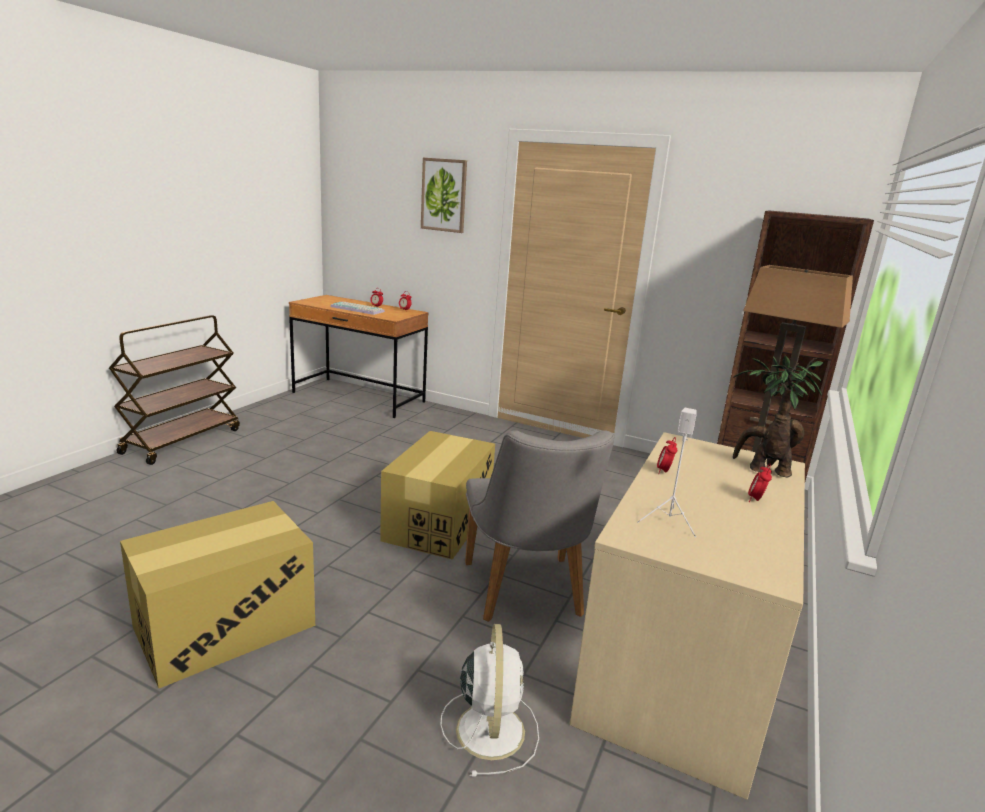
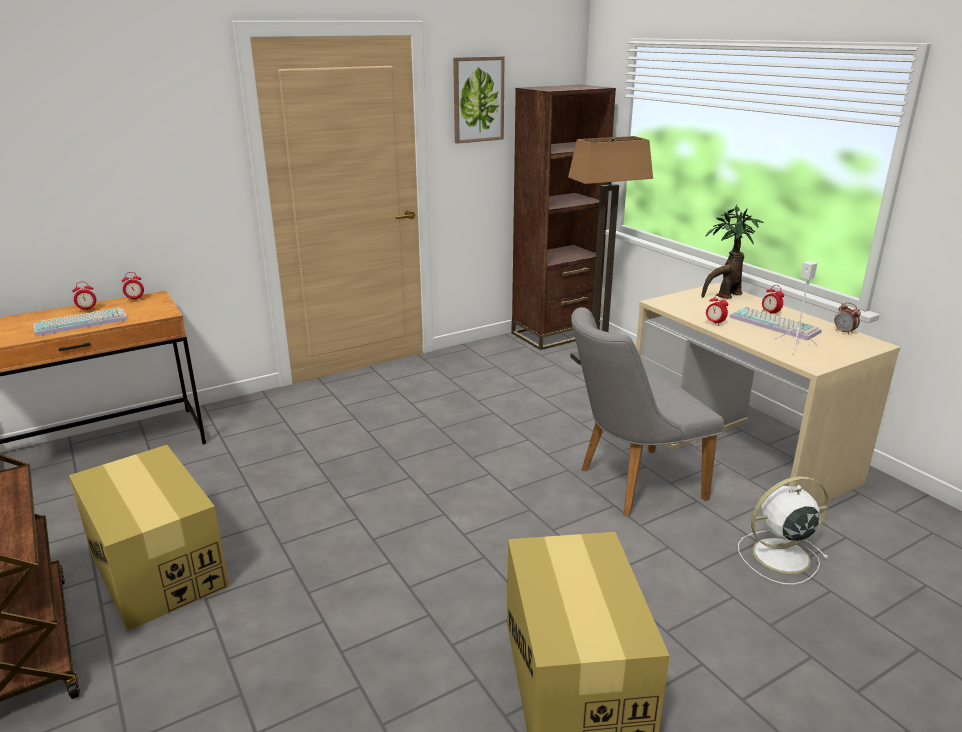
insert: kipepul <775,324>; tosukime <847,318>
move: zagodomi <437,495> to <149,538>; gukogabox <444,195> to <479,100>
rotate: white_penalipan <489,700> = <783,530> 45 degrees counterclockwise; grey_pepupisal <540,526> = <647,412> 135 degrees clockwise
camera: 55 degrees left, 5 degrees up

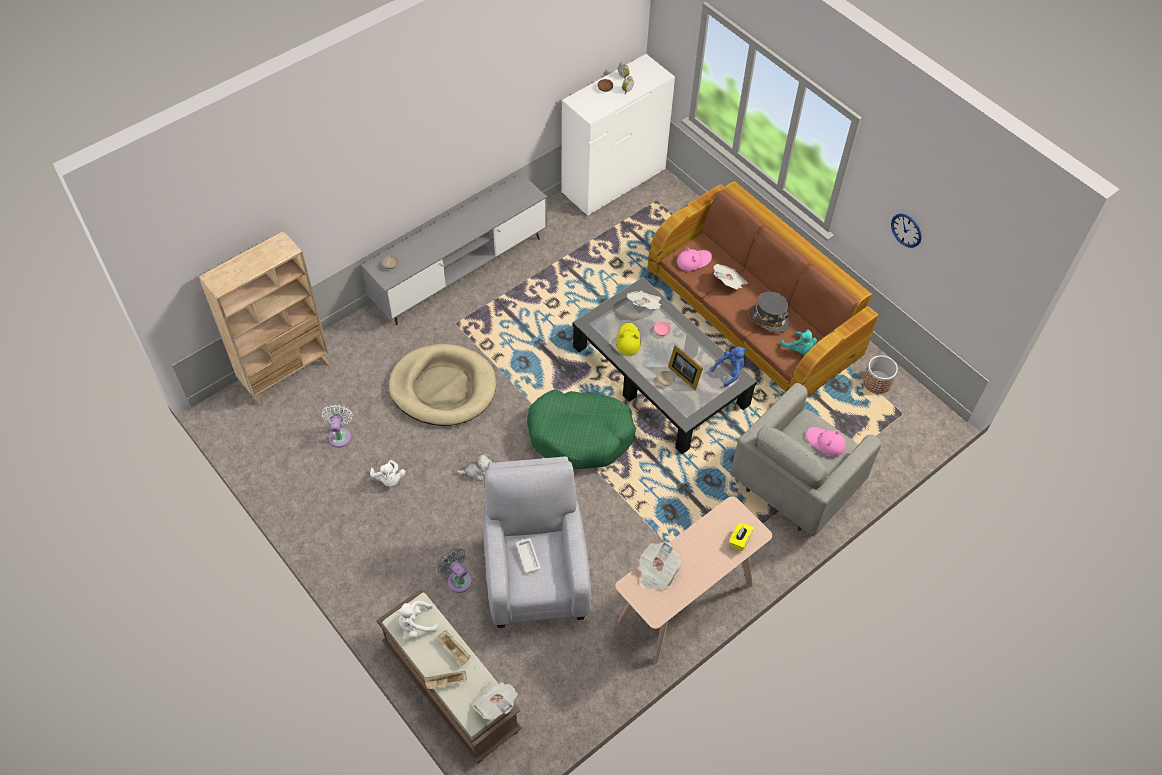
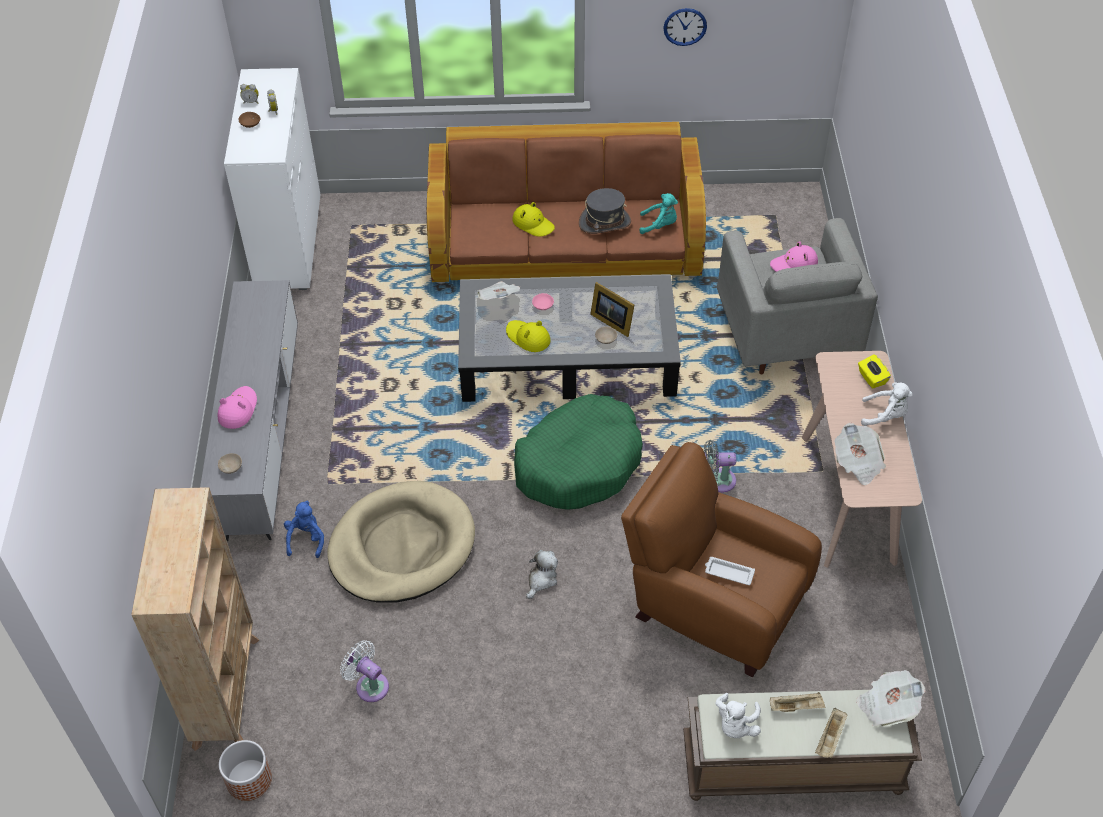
move: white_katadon <388,473> to <887,404>; grey_penalipan <454,570> to <720,466>; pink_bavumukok <694,259> to <237,407>; blue_katadon <729,366> to <304,529>; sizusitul <880,374> to <245,770>
replace: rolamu <730,277> to yellow_bavumukok <533,219>
recolor: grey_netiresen <537,542> to brown_netiresen <721,559>
rotate: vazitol <685,367> = <612,309> 45 degrees clockwise
camera: 50 degrees left, 5 degrees down

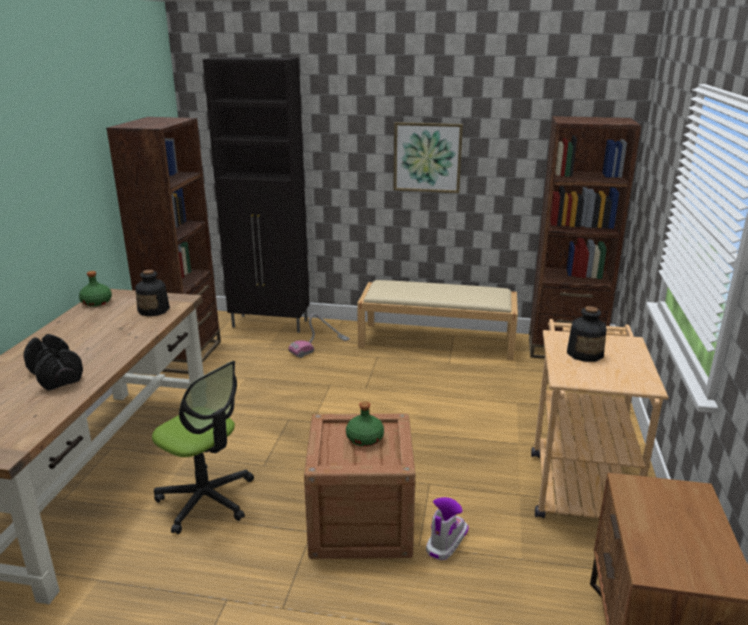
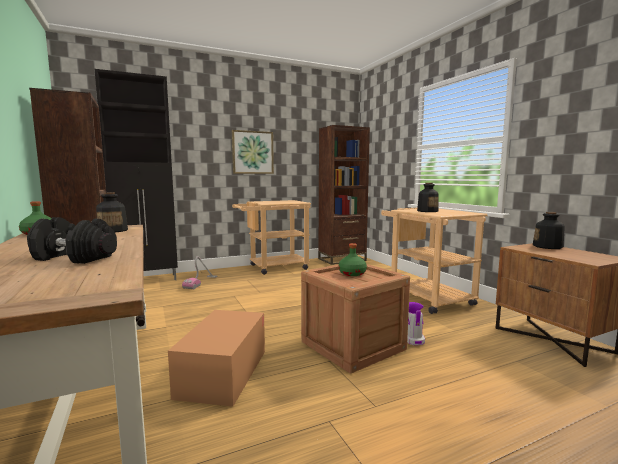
insert: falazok <549,230>
replace: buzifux <203,447> to zagodomi <216,358>; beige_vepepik <437,320> to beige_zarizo <271,237>
camera: 35 degrees left, 15 degrees down

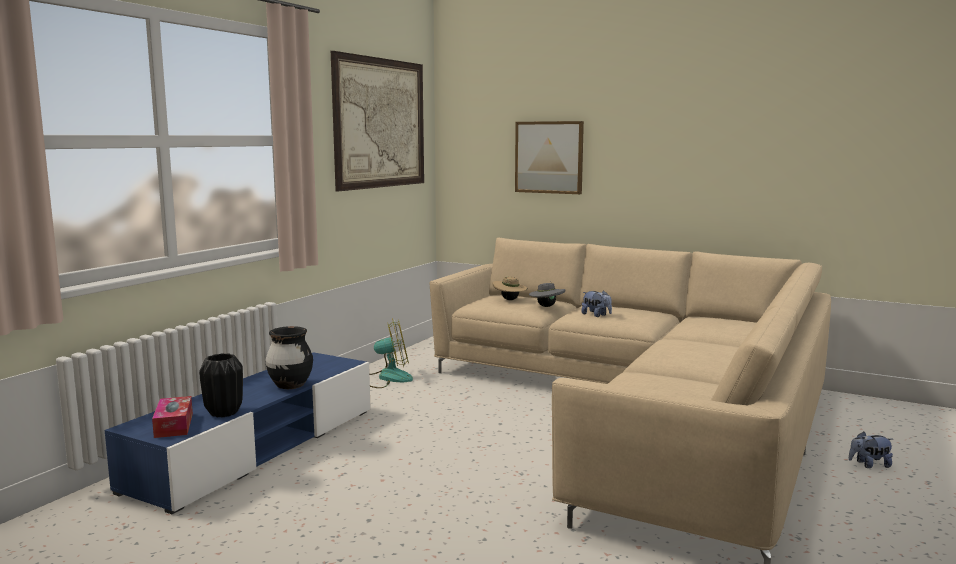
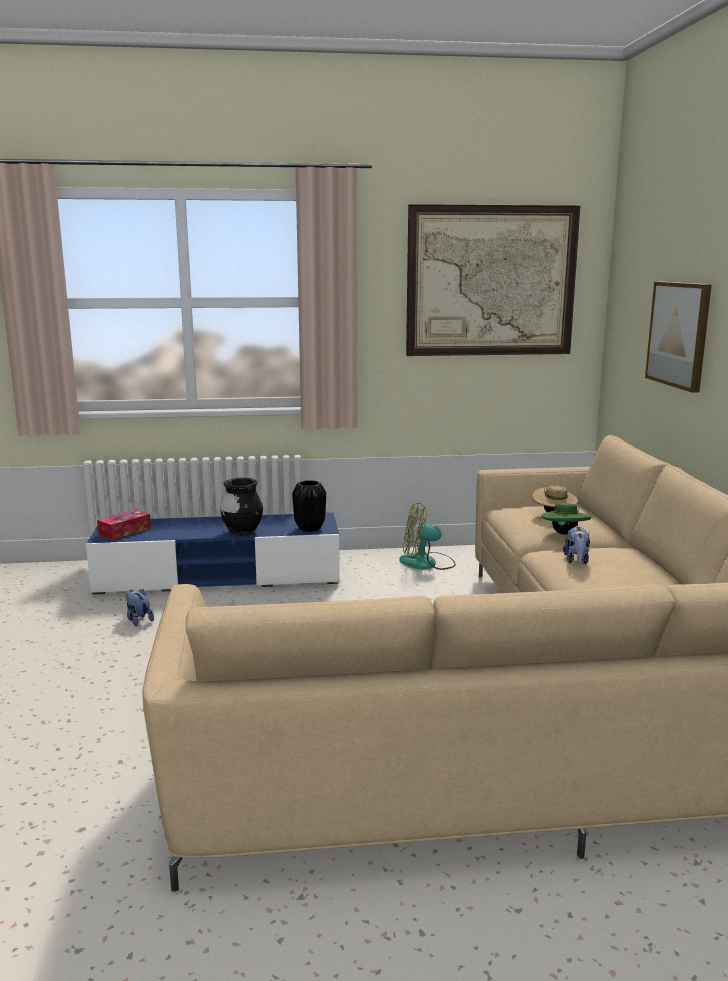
move: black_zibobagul <221,385> to <309,506>; katadon <871,450> to <140,607>
recolor: grey_bavumukok <547,294> to green_bavumukok <566,519>
rotate: penalipan <391,353> = <427,536> 135 degrees clockwise
camera: 55 degrees right, 5 degrees up

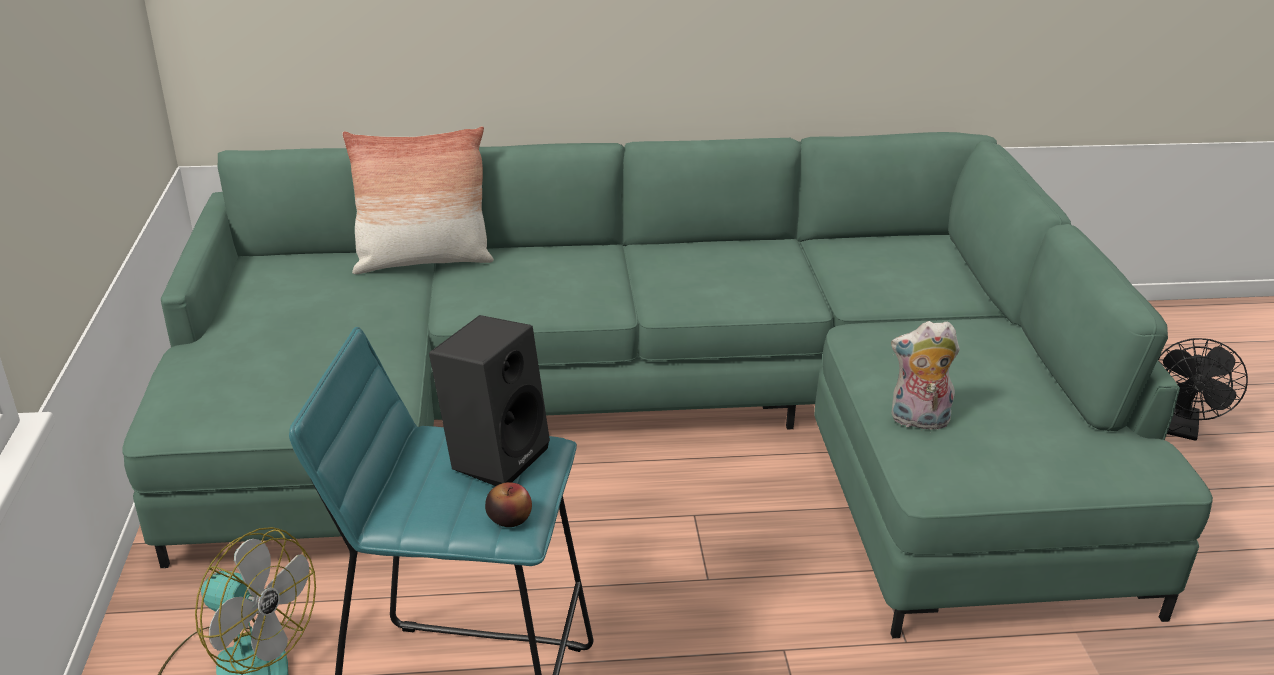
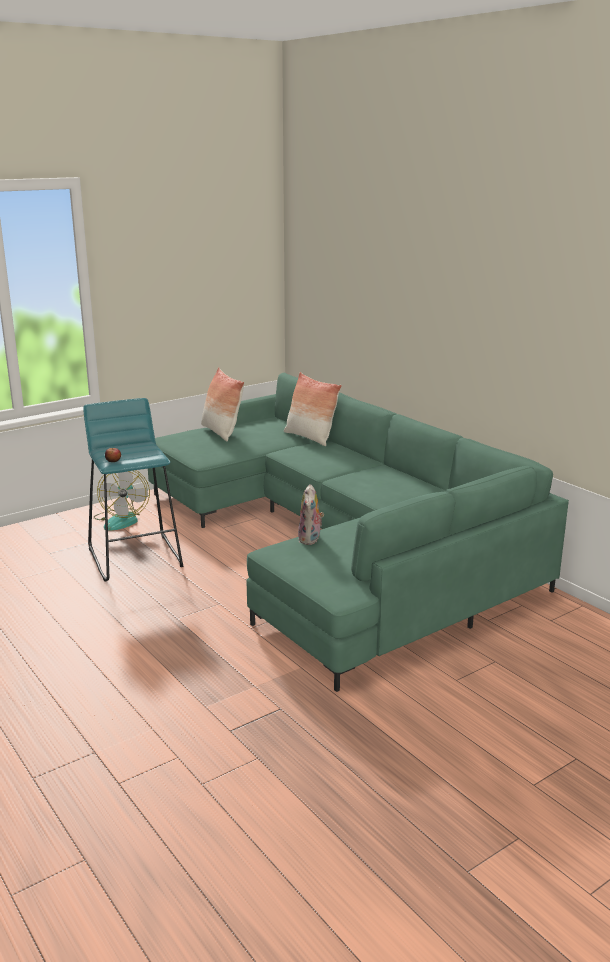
delete: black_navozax <489,400>; black_penalipan <1203,389>
insert: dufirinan <222,404>
rotate: katadon <925,375> = <311,514> 150 degrees counterclockwise
camera: 60 degrees right, 10 degrees down

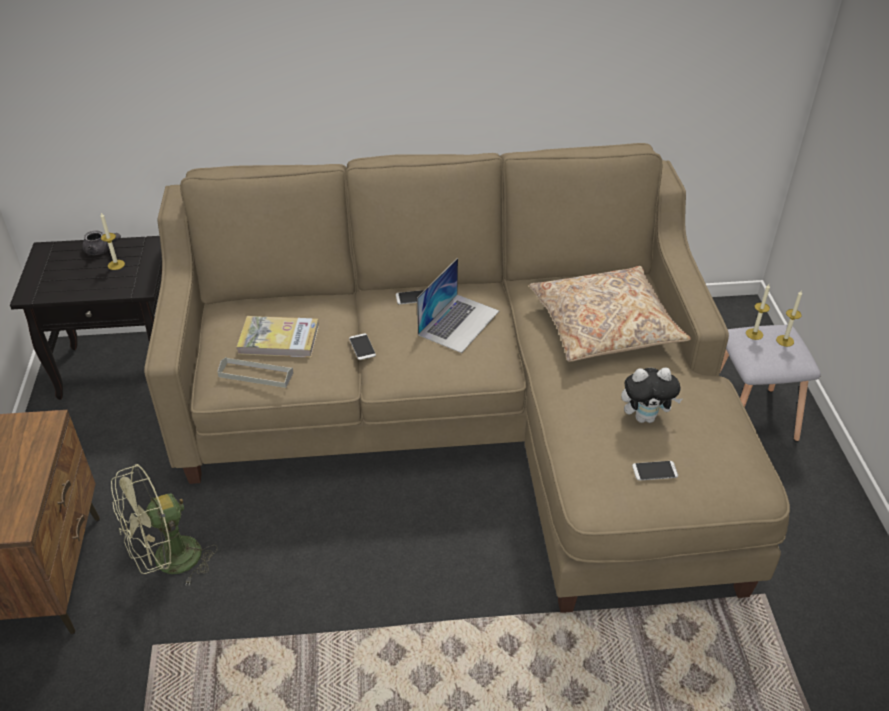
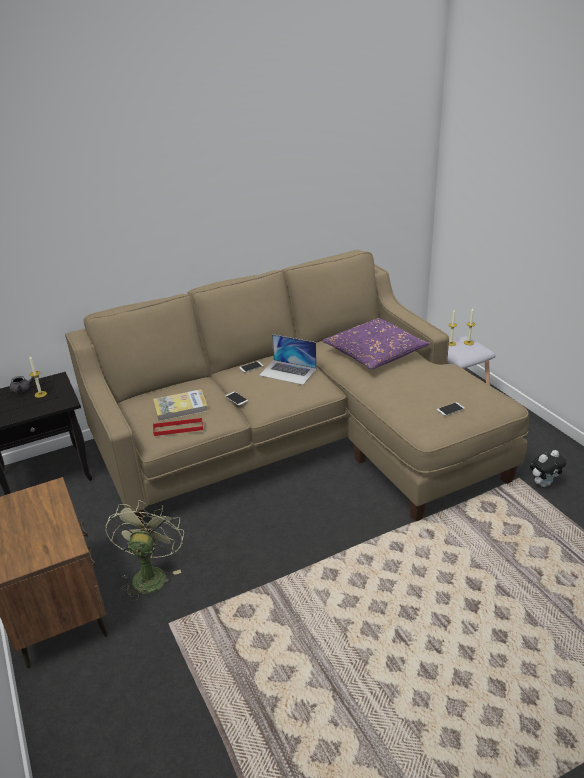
move: katadon <651,395> to <548,468>
recolor: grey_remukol <255,372> to red_remukol <178,426>; beige_dufirinan <610,314> to purple_dufirinan <376,344>
rotate: green_penalipan <164,524> = <144,551> 150 degrees clockwise; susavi <458,305> = <288,359> 105 degrees clockwise
camera: 20 degrees left, 10 degrees down

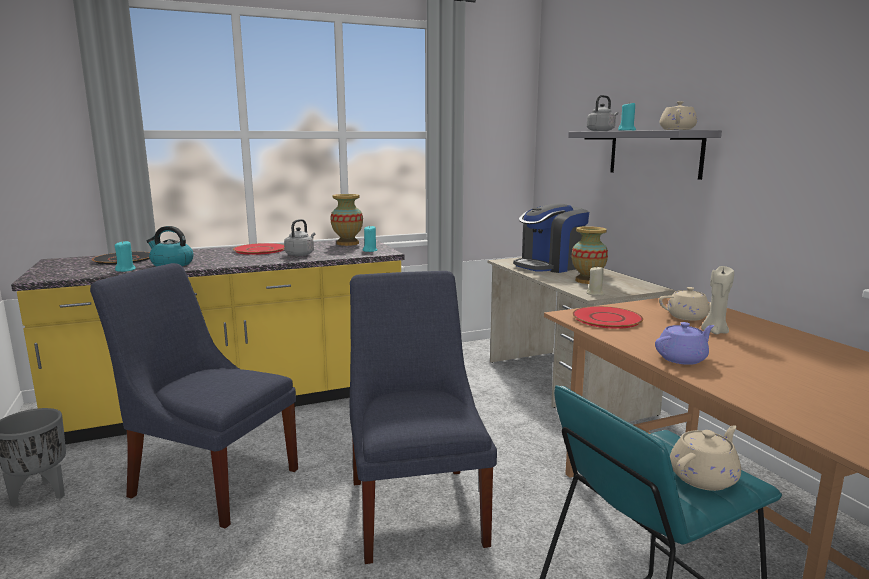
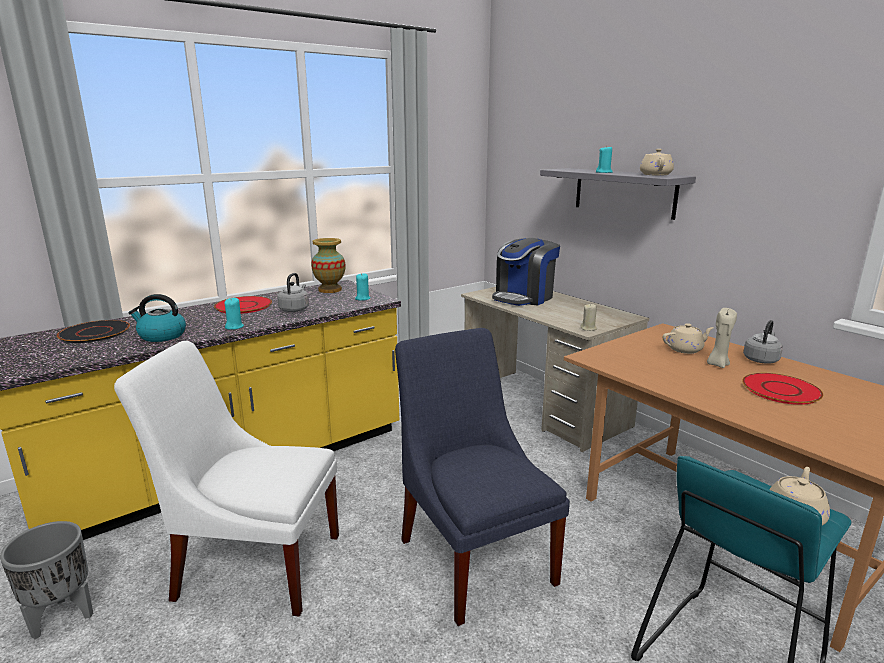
delete: zibobagul <590,255>; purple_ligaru <684,343>
move: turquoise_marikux <125,256> to <234,314>; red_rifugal <607,317> to <782,389>; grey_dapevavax <602,113> to <763,342>
recolor: blue_pepupisal <194,396> to white_pepupisal <226,479>
camera: 15 degrees left, 5 degrees up

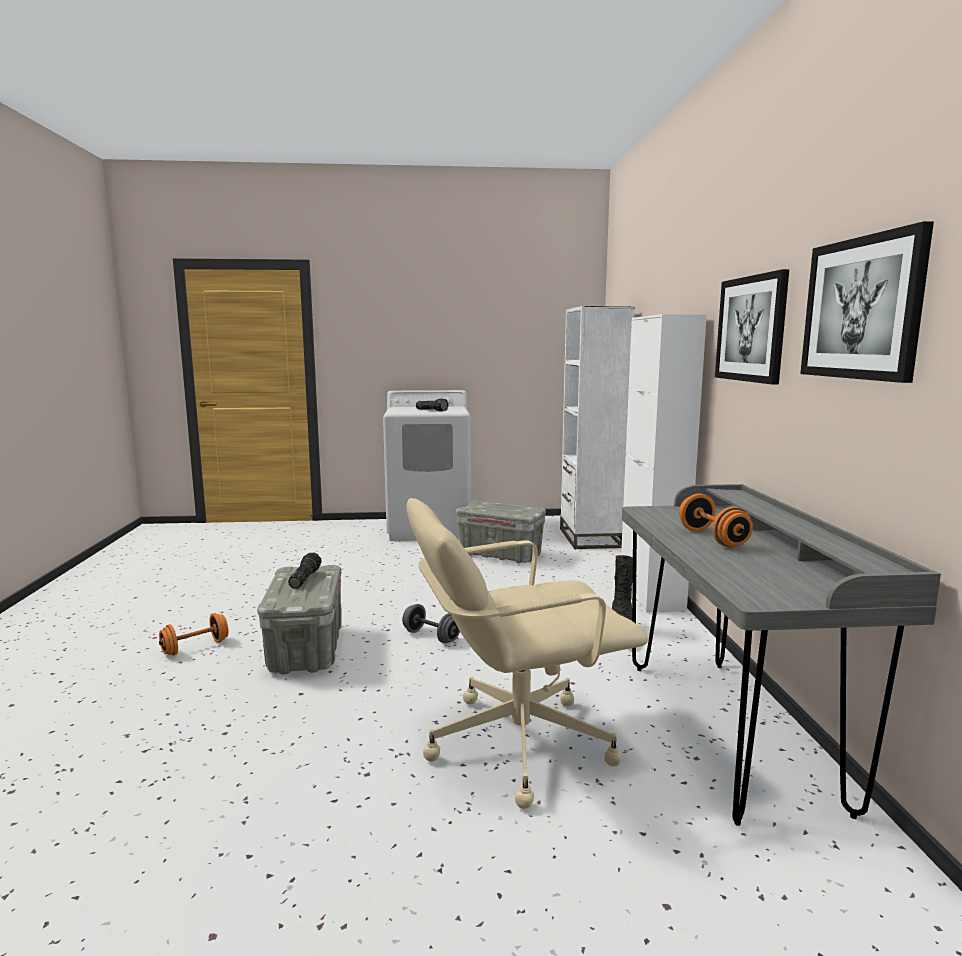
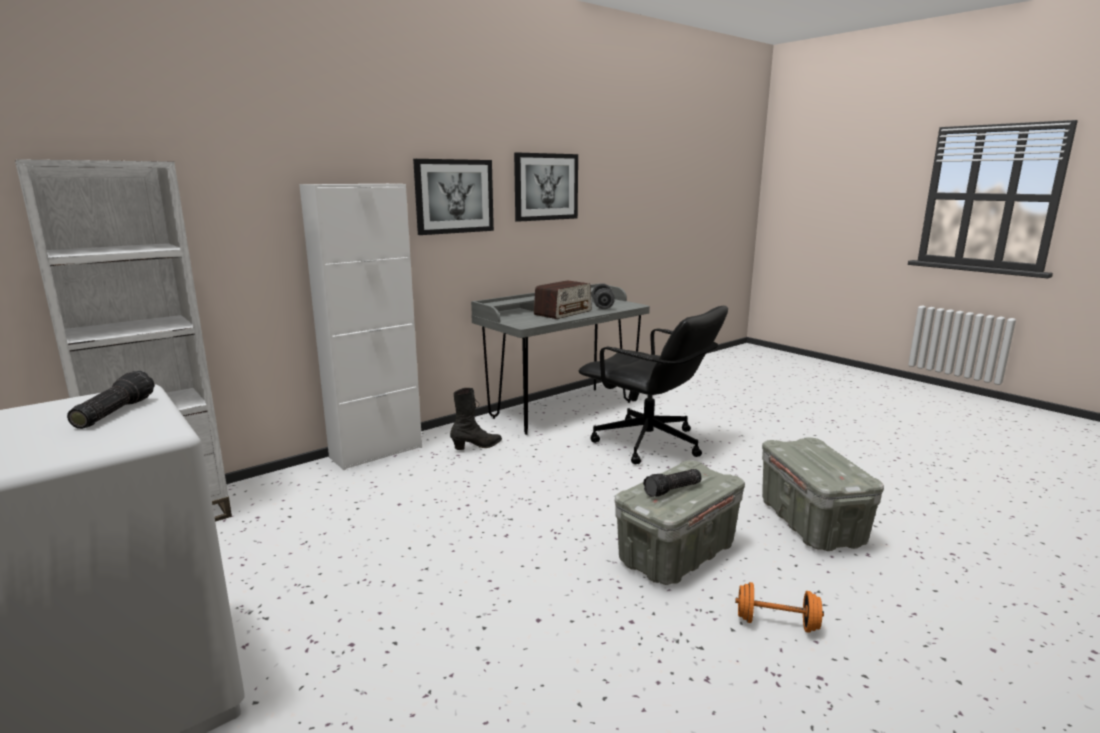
move: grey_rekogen <431,623> to <603,296>; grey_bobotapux <501,532> to <823,494>
replace: orange_rekogen <716,520> to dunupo <563,299>
recolor: beige_buzifux <527,653> to black_buzifux <653,385>
camera: 125 degrees left, 5 degrees up

